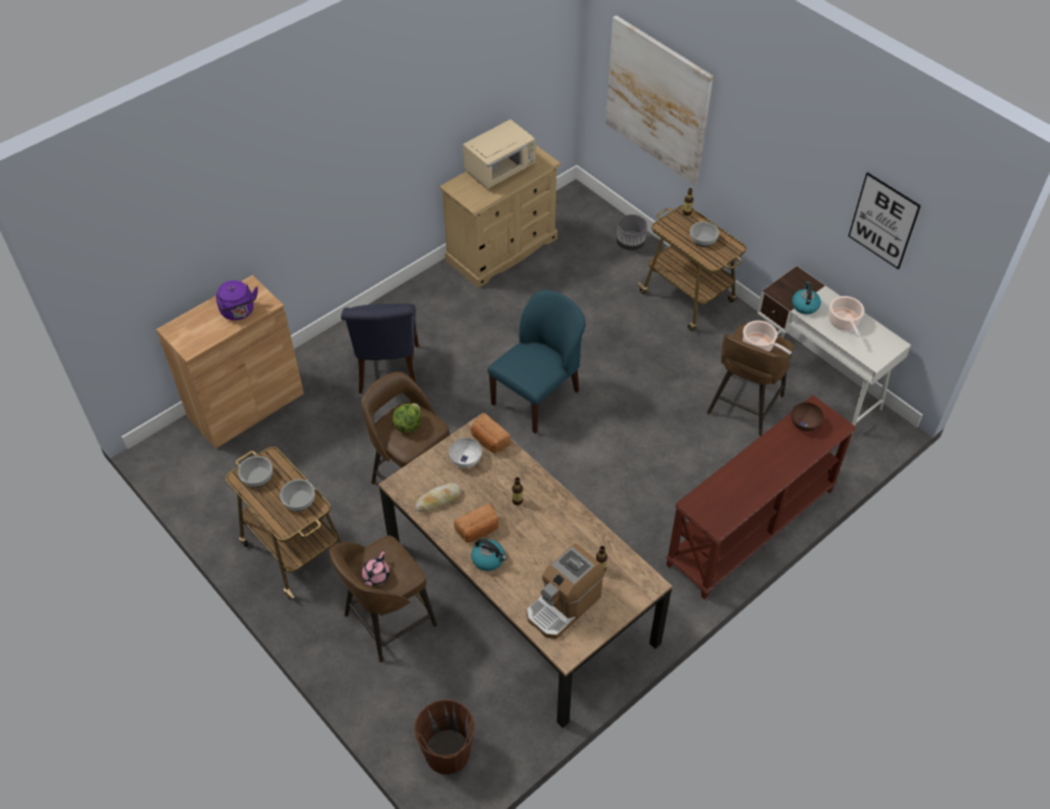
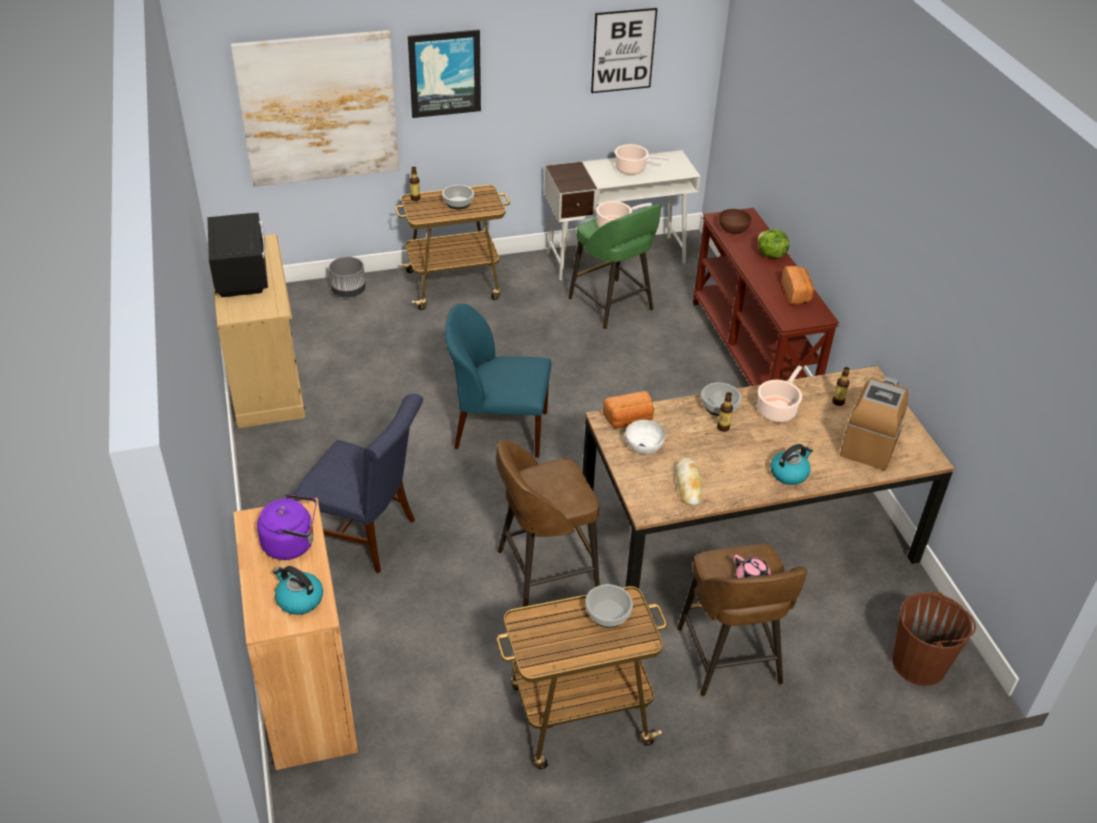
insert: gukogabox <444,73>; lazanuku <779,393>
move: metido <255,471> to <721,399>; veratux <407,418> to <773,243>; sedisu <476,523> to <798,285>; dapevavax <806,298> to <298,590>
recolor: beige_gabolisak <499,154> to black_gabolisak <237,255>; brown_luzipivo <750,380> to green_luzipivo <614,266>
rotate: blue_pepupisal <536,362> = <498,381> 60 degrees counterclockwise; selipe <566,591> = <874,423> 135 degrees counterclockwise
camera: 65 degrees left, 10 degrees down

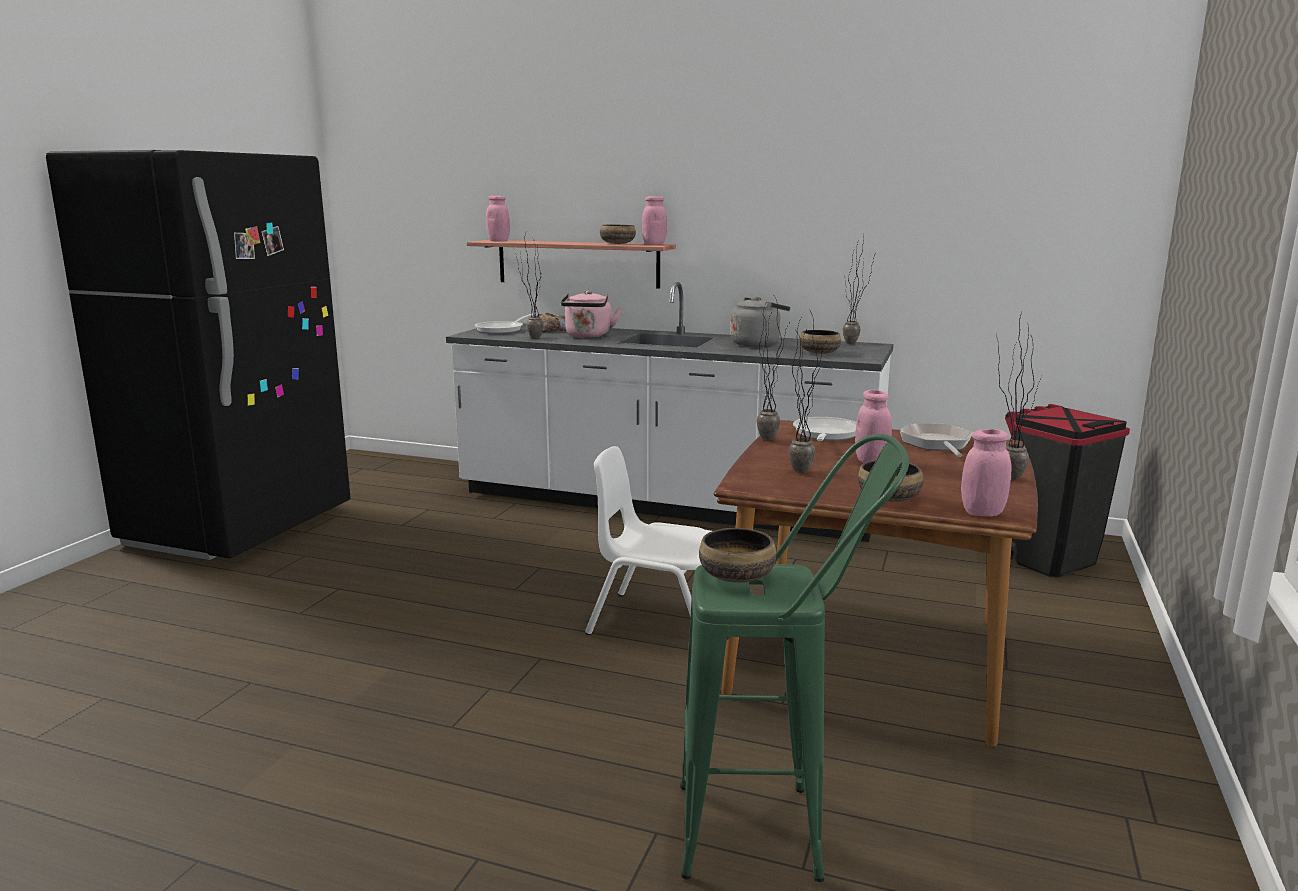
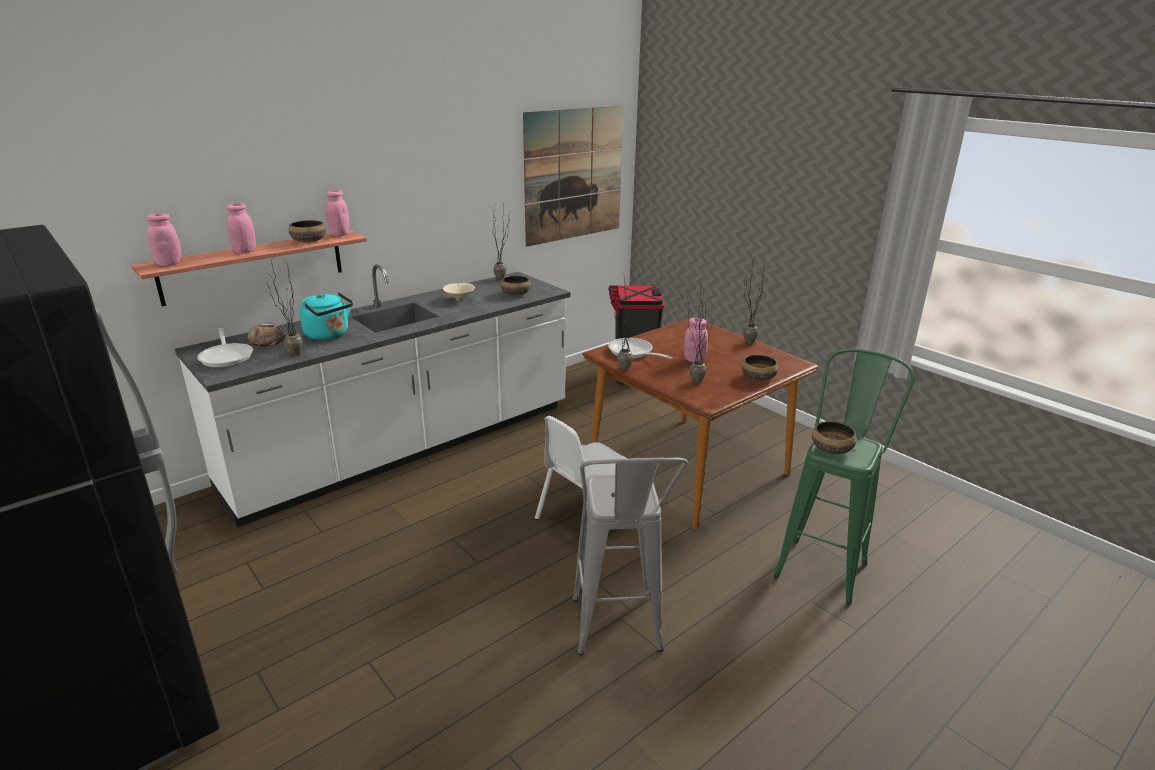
delete: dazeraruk <937,440>
insert: gukogabox <573,176>; grey_luzipivo <630,557>
move: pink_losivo <986,473> to <241,228>
replace: grey_dapevavax <760,322> to beige_metido <459,291>
recolor: pink_dapevavax <591,314> to turquoise_dapevavax <326,316>
camera: 60 degrees left, 10 degrees up

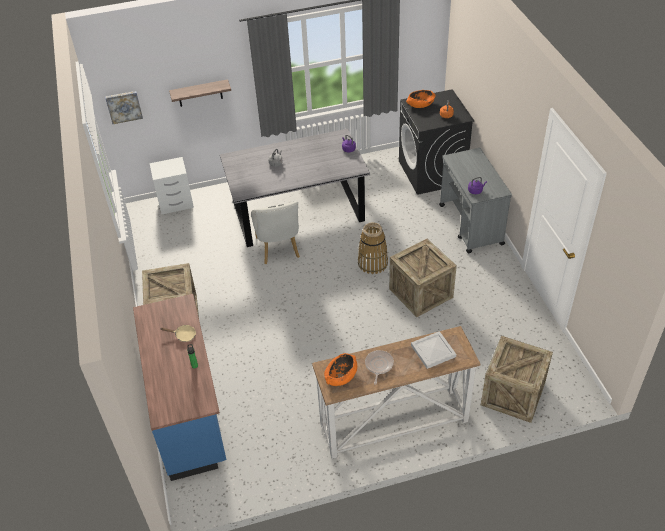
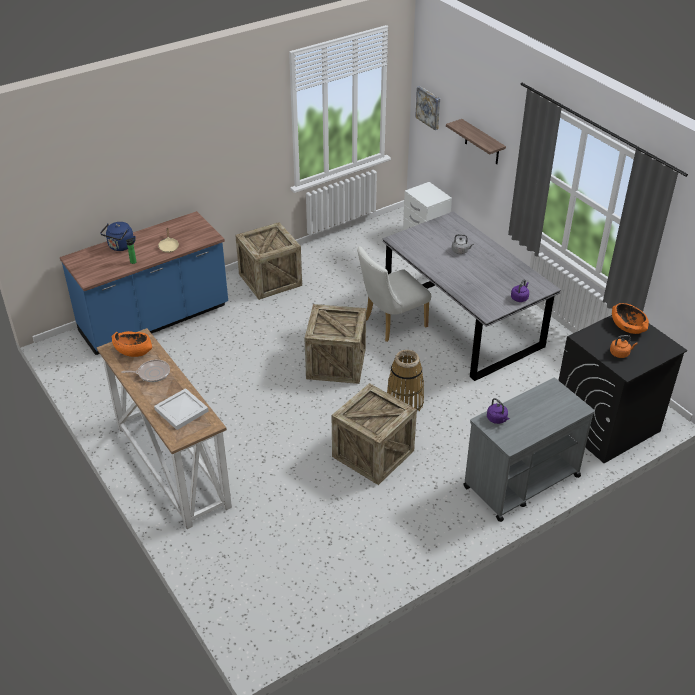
insert: blue_dapevavax <118,236>
move: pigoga <517,379> to <335,344>
camera: 70 degrees right, 5 degrees down

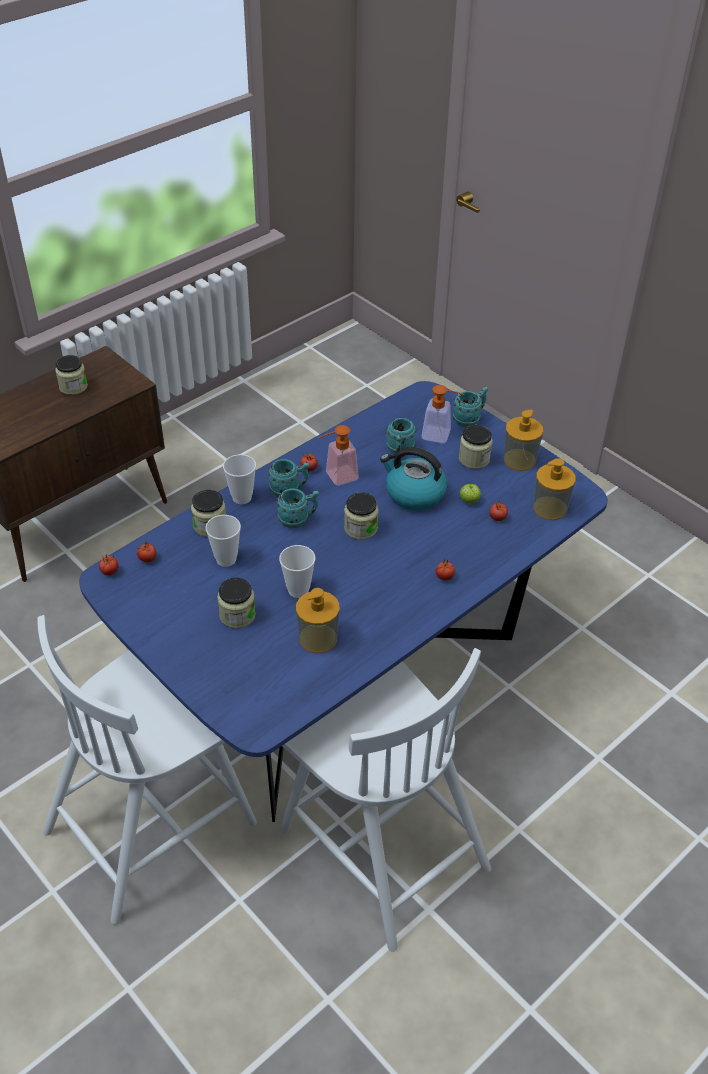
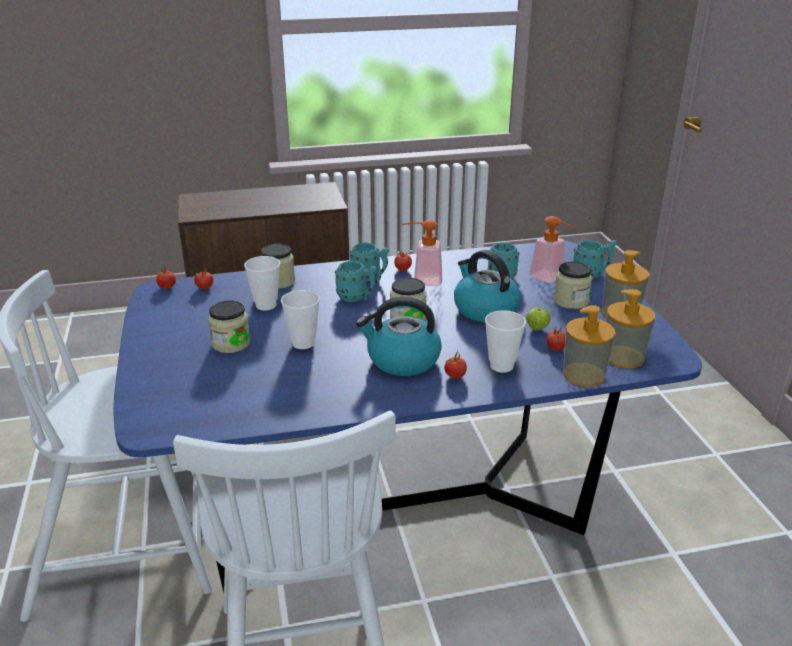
delete: losivo <71,375>
insert: dapevavax <399,336>
move: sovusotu <239,479> to <505,341>; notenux <318,620> to <589,346>
camera: 30 degrees right, 15 degrees down

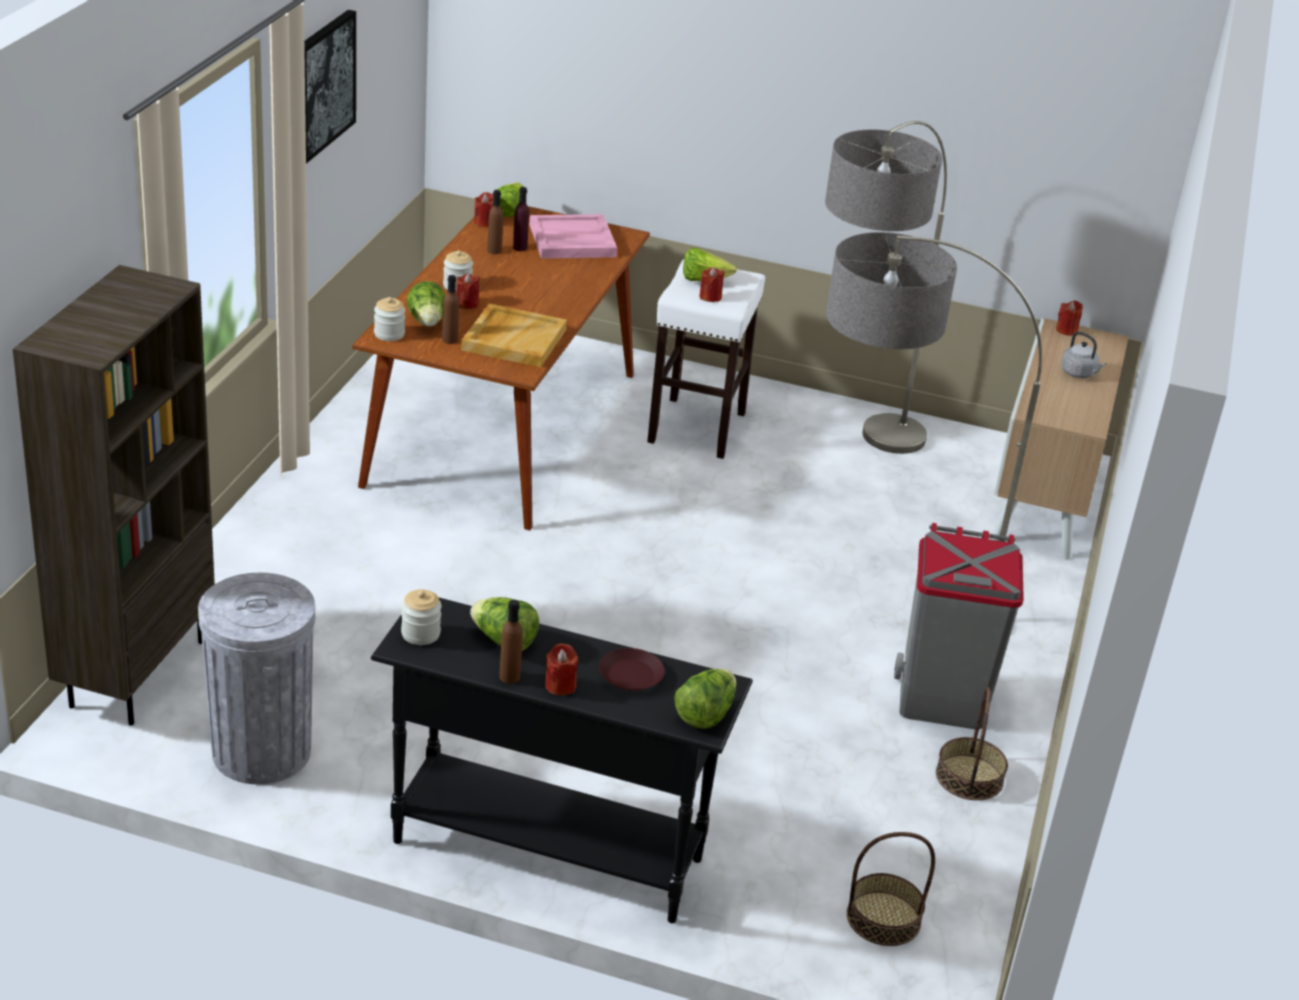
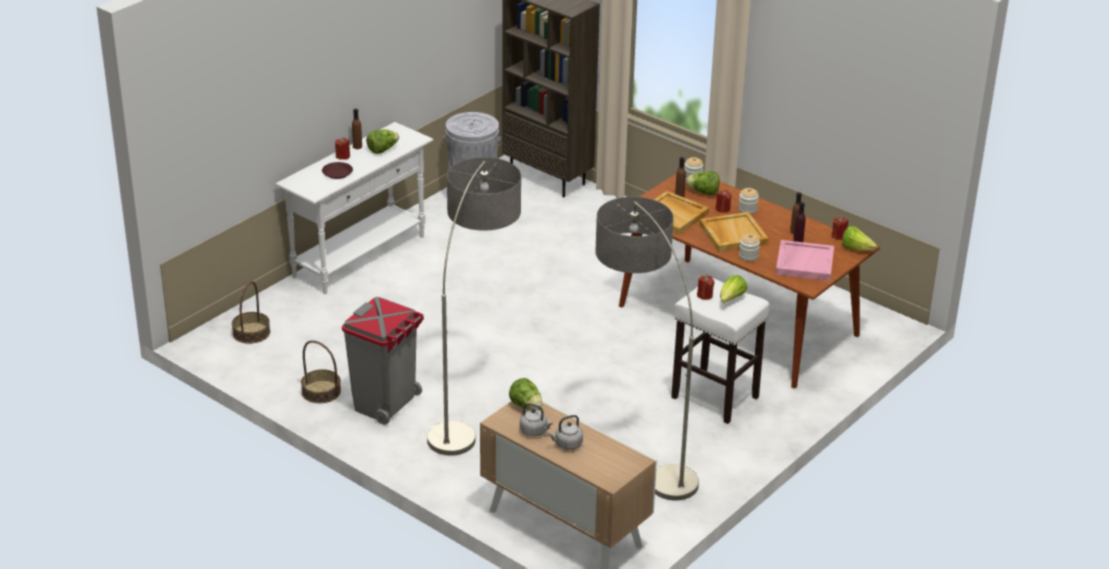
delete: gukogabox <330,87>; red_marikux <1069,318>
insert: grey_dapevavax <536,419>; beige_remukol <734,232>
move: losivo <421,617> to <749,247>; veratux <705,699> to <526,394>
recolor: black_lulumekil <562,760> to white_lulumekil <354,208>
camera: 115 degrees right, 0 degrees up

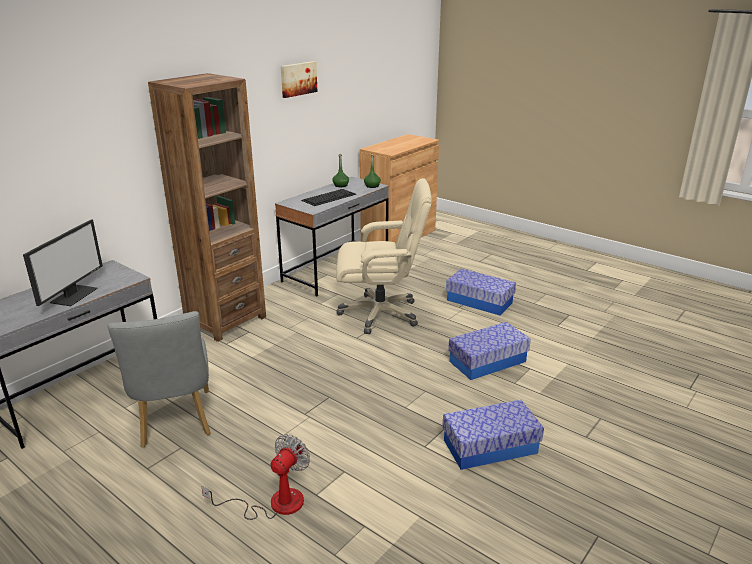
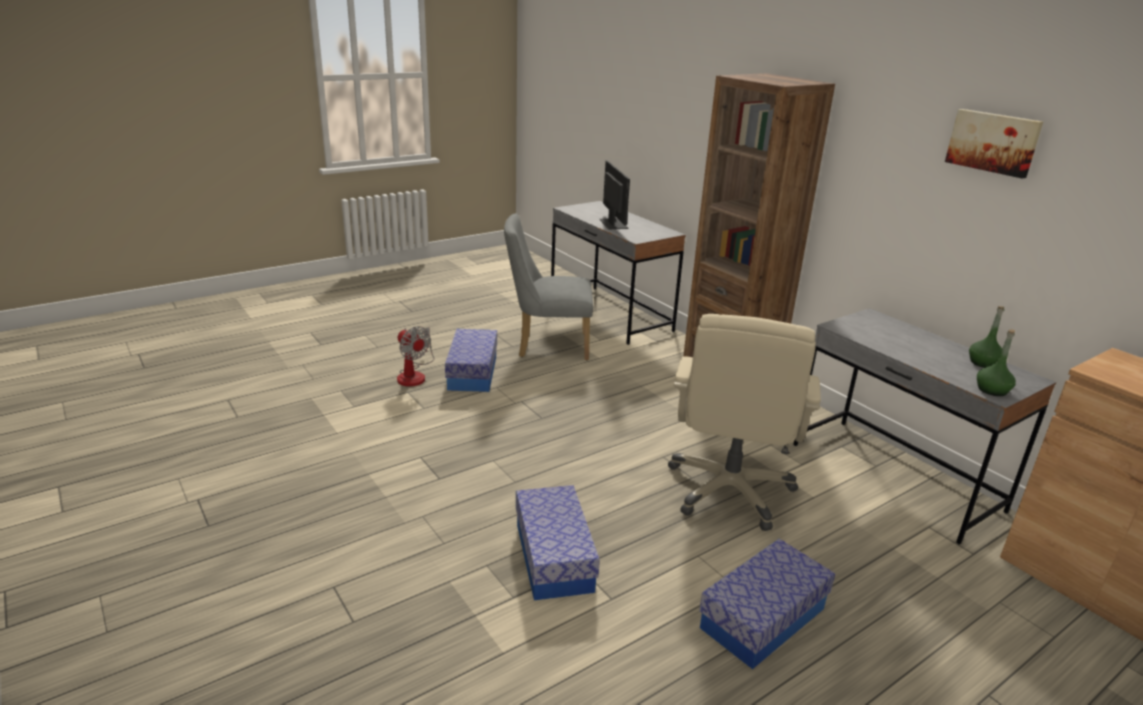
delete: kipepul <329,197>
move: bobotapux <493,435> to <471,360>
rotate: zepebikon <63,262> = <614,194> 135 degrees counterclockwise
camera: 105 degrees right, 0 degrees up

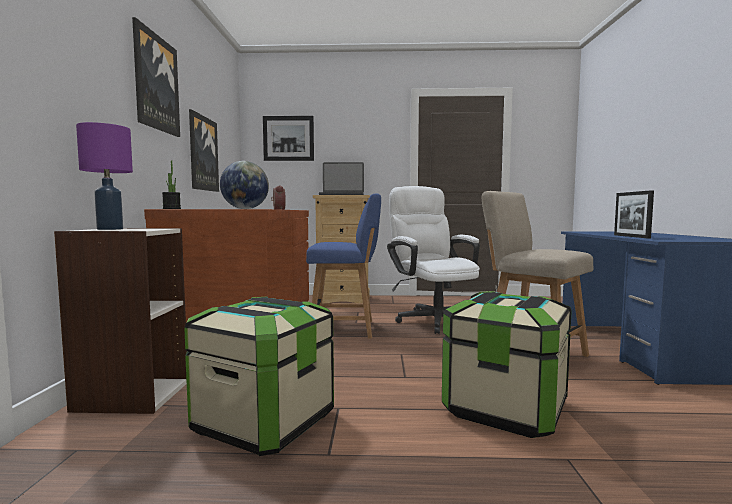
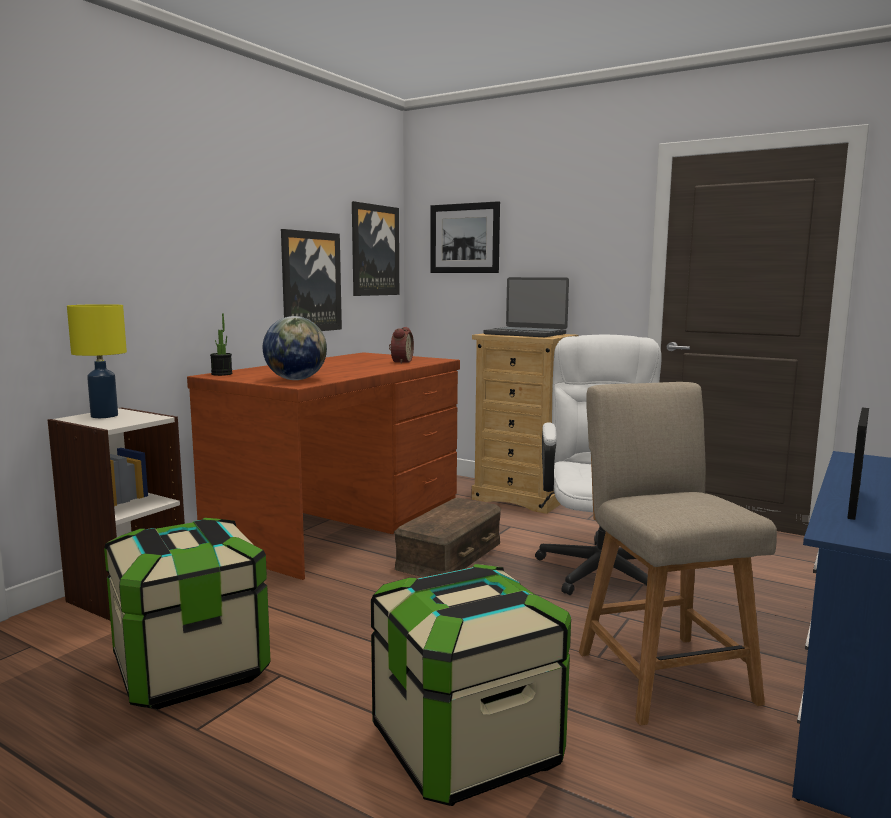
move: gukogabox <156,77> to <375,248>
replace: blue_pepupisal <343,266> to brown_bobotapux <447,537>
recolor: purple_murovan <104,176> to yellow_murovan <97,361>
camera: 30 degrees right, 5 degrees up

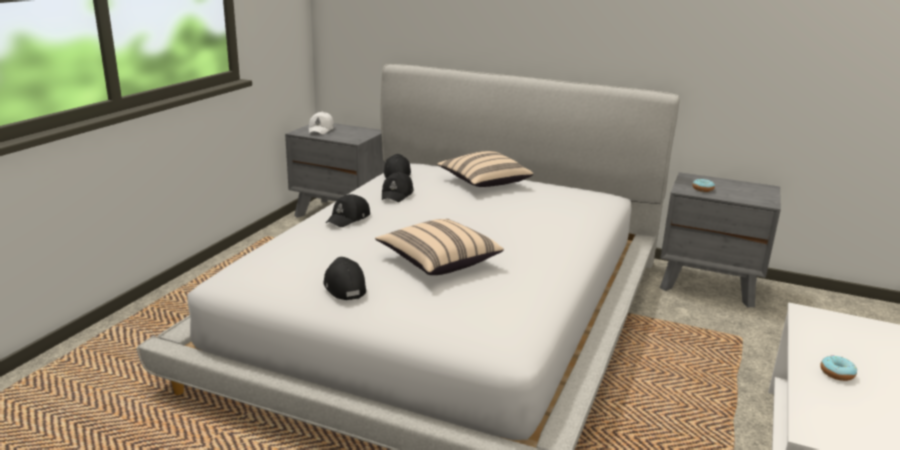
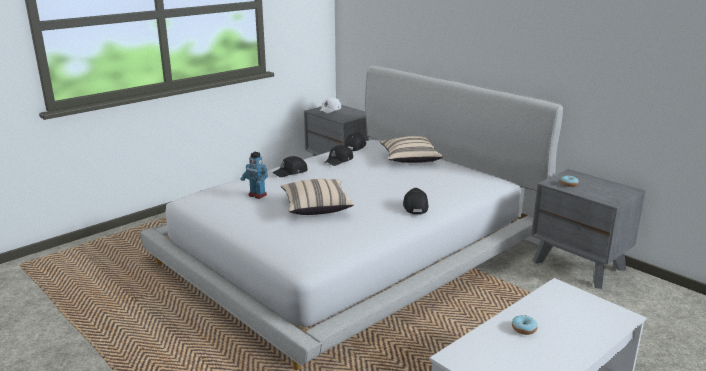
insert: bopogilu <254,175>
move: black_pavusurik <344,278> to <415,201>
camera: 25 degrees right, 0 degrees up

